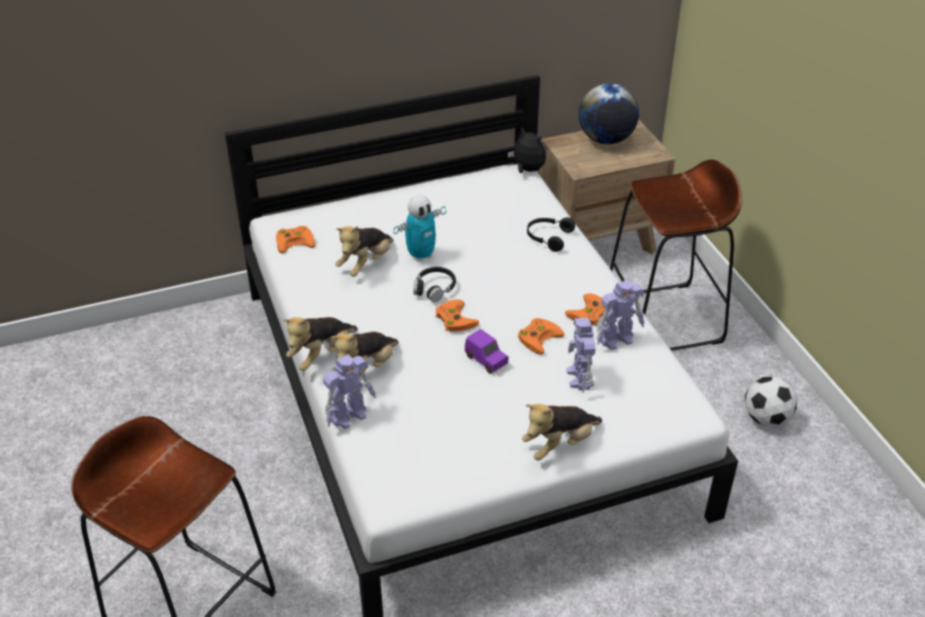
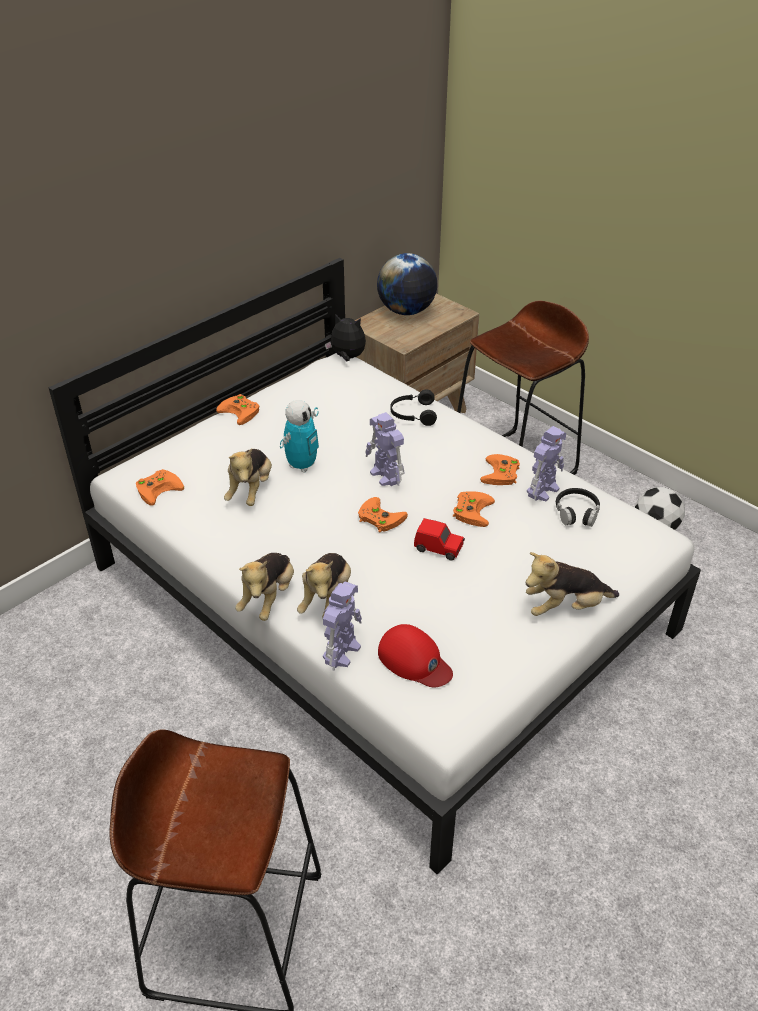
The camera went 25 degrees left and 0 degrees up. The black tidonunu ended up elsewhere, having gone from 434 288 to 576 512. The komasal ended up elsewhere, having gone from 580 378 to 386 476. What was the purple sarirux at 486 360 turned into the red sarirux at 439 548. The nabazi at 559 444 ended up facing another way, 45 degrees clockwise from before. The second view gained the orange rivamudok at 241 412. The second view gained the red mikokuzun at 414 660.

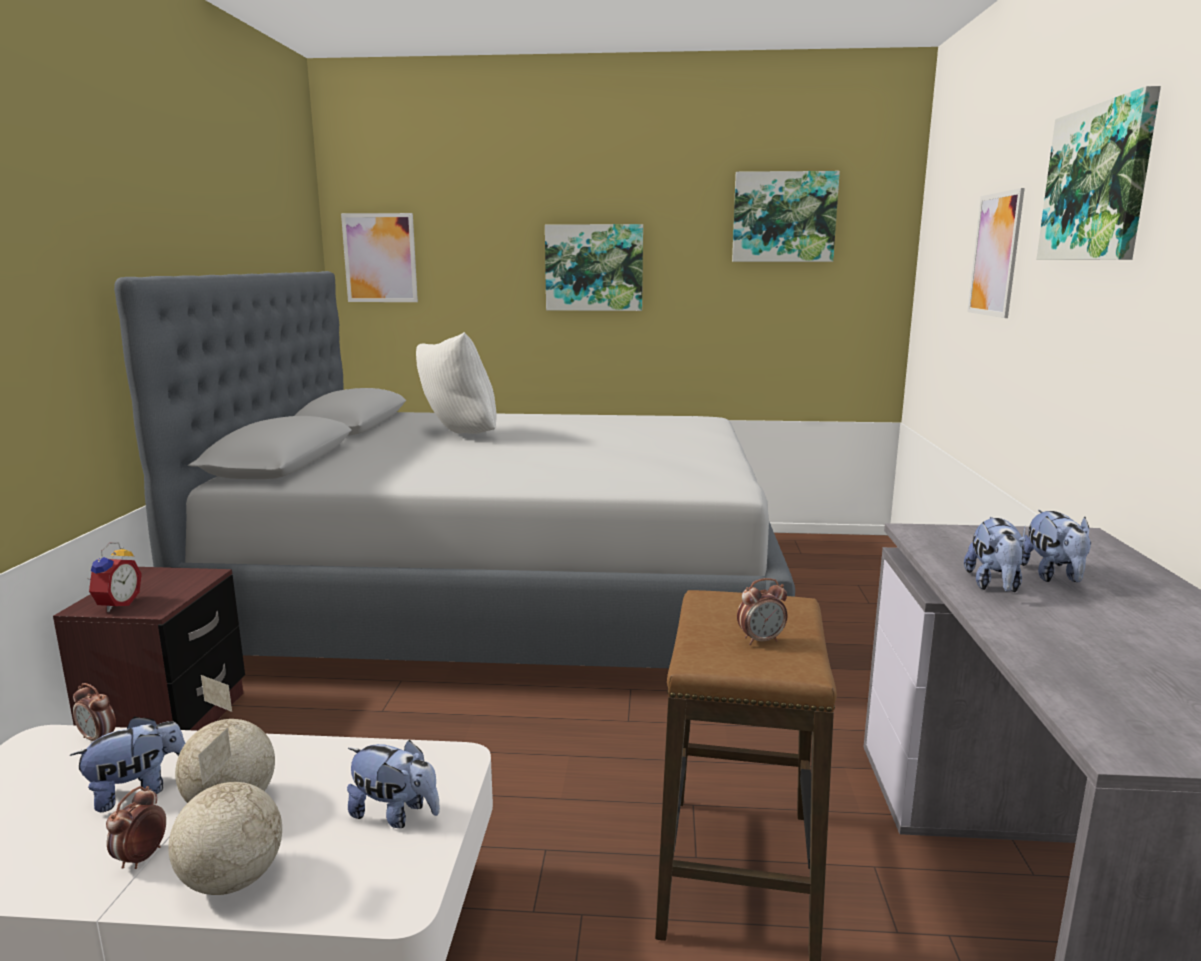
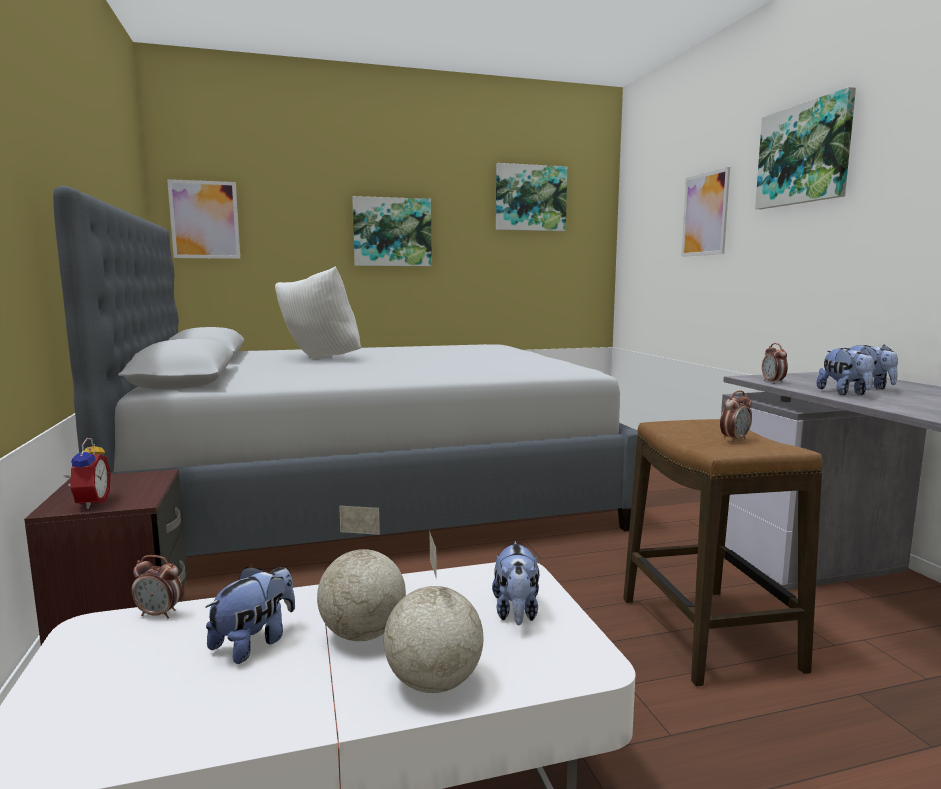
The camera went 20 degrees left and 5 degrees down. The nabazi at 395 814 ended up facing another way, 90 degrees clockwise from before. The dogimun ended up elsewhere, having gone from 141 858 to 773 382.

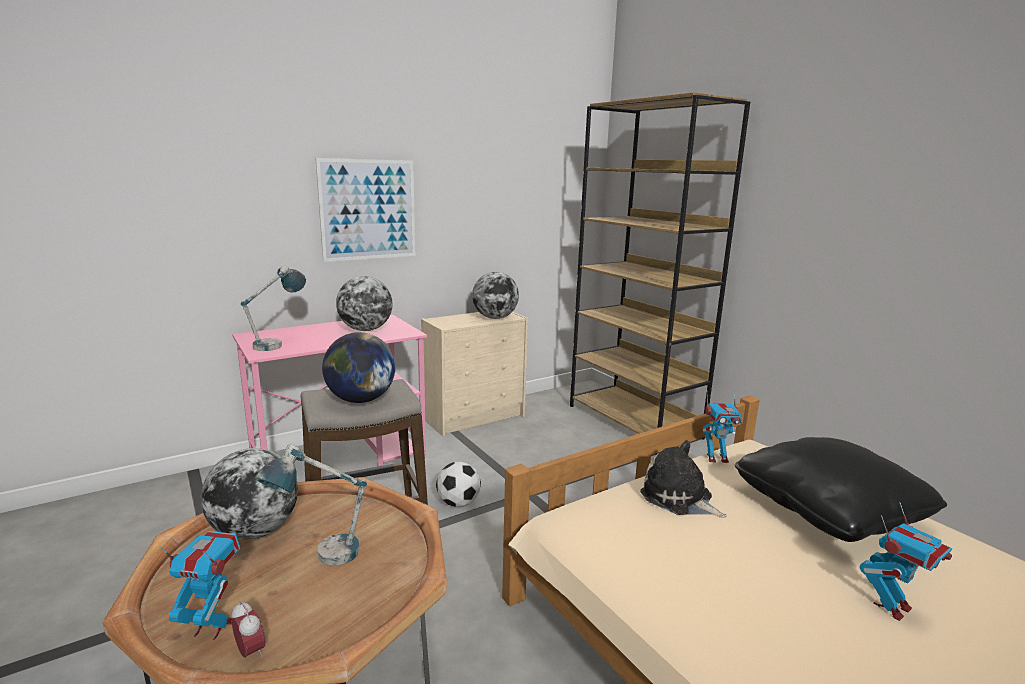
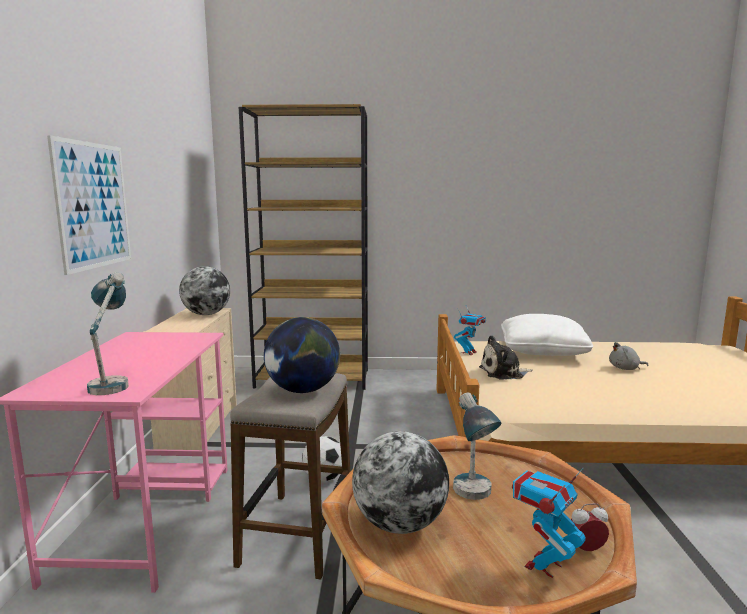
The camera went 55 degrees left and 5 degrees down. The second view lost the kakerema at 366 330. What was the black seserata at 828 509 turned into the white seserata at 542 351. Where the komasal stood at 892 607, the grey nabazi came to stand at 625 369.

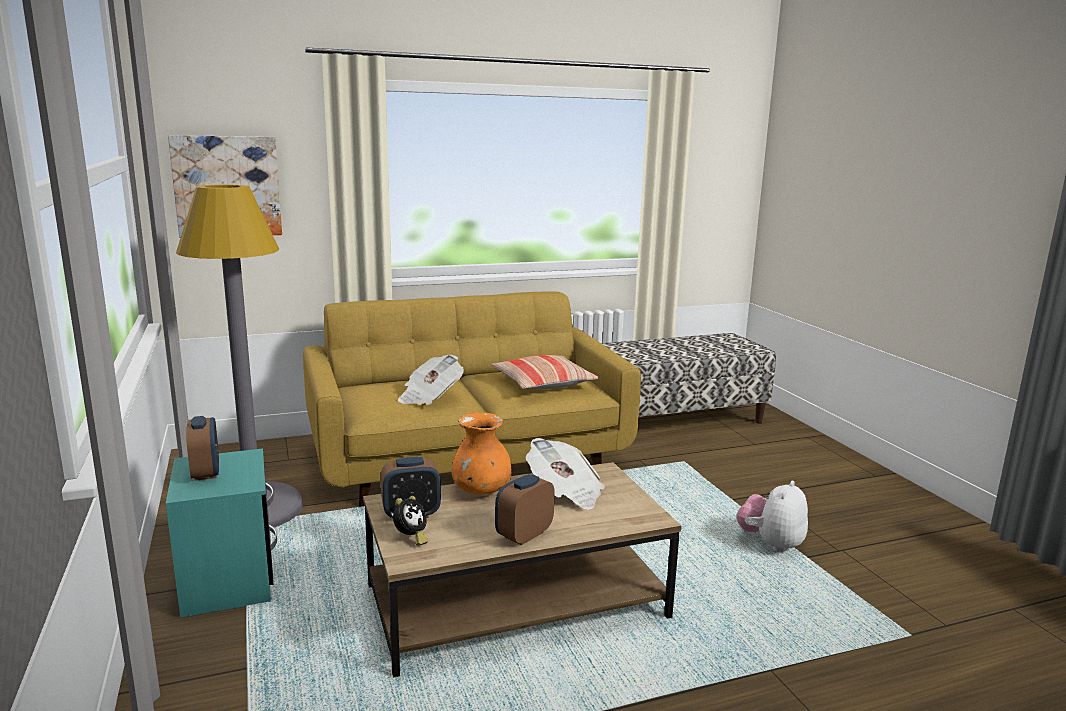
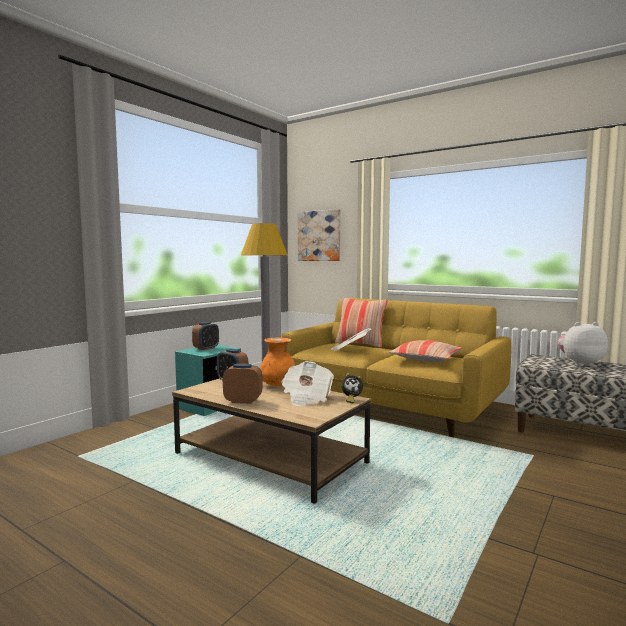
The camera went 55 degrees right and 10 degrees down. The nabazi ended up elsewhere, having gone from 771 544 to 580 364. The dogimun ended up elsewhere, having gone from 410 538 to 351 400. The second view gained the seserata at 360 344.

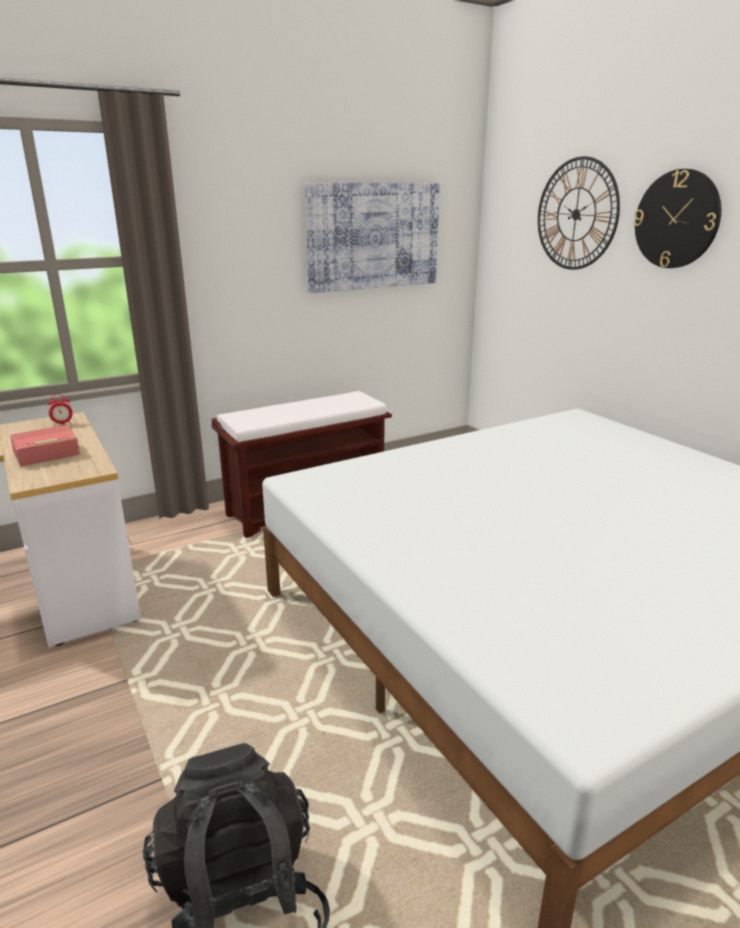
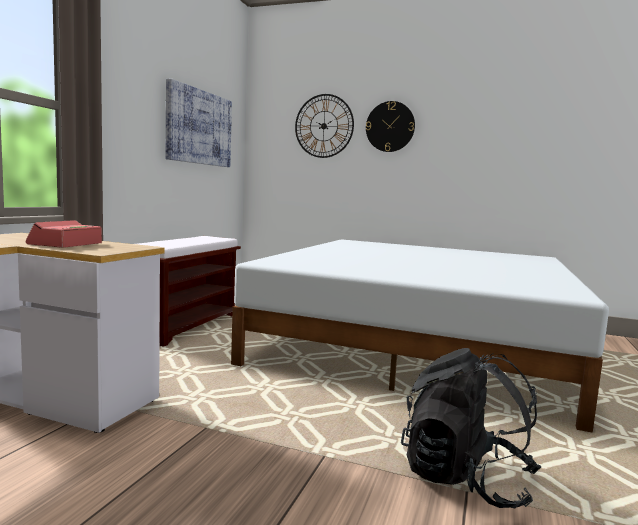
The camera went 40 degrees left and 15 degrees down. The second view lost the dogimun at 63 424.

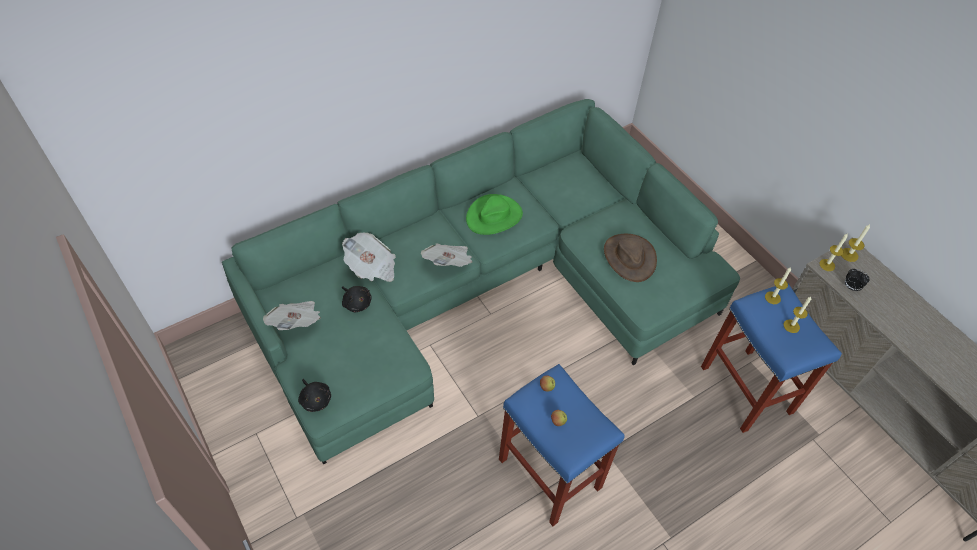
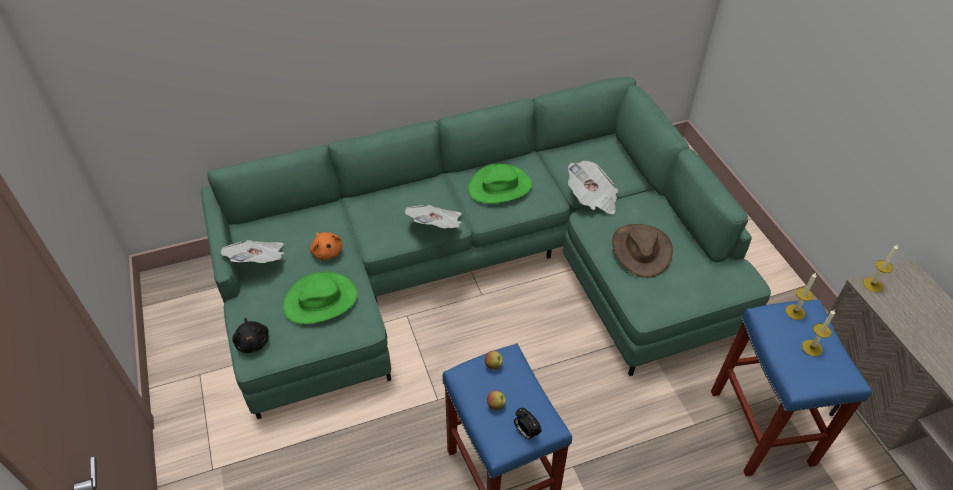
The camera went 15 degrees right and 5 degrees down. The second view lost the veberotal at 849 254. The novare ended up elsewhere, having gone from 372 267 to 592 198. The dogimun ended up elsewhere, having gone from 850 287 to 526 432. What was the black nabazi at 356 303 turned into the orange nabazi at 327 251. The second view gained the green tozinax at 320 300.

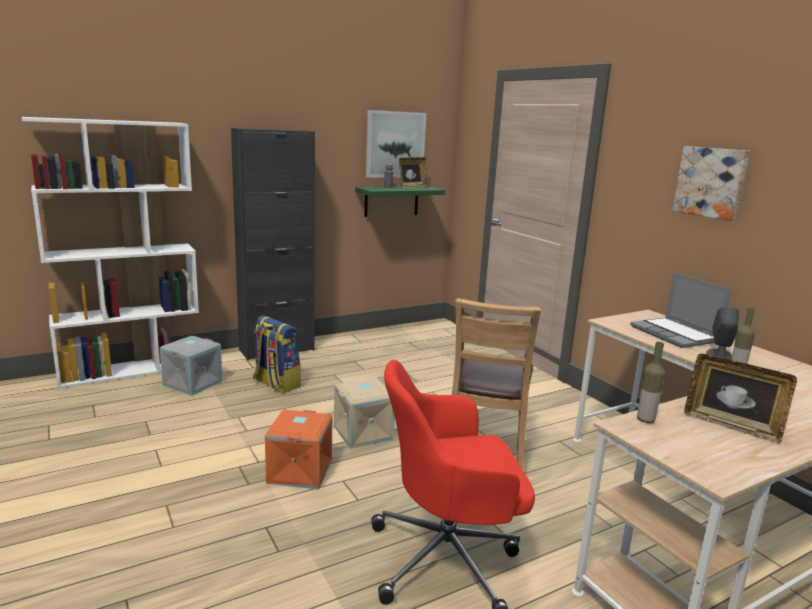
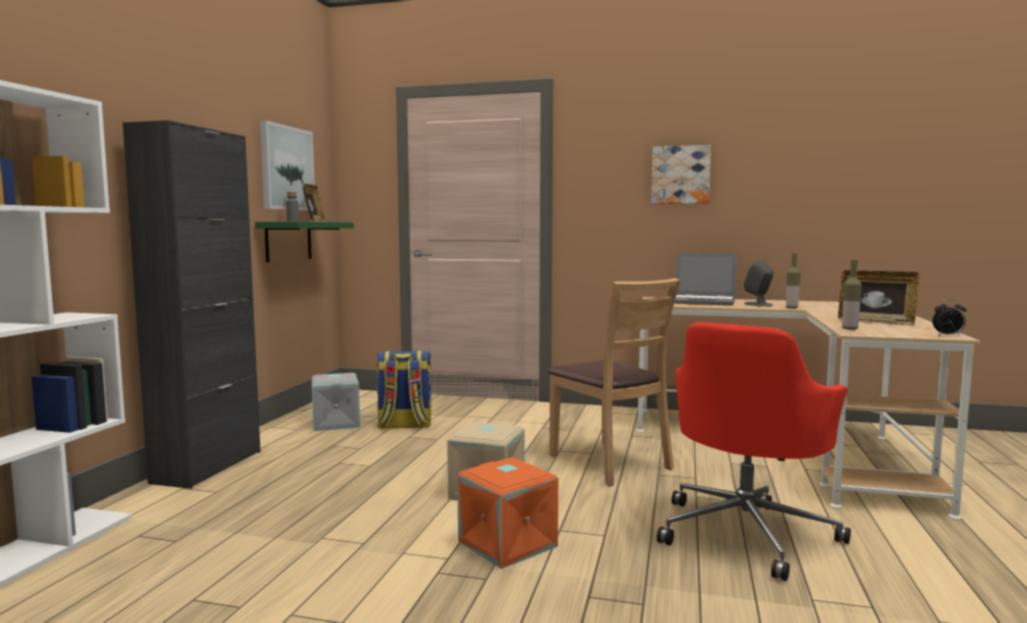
The camera went 45 degrees left and 10 degrees down. The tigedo ended up elsewhere, having gone from 276 384 to 404 425. The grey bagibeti ended up elsewhere, having gone from 192 383 to 335 423. The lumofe at 731 426 ended up facing another way, 45 degrees clockwise from before. The second view gained the dogimun at 948 335.

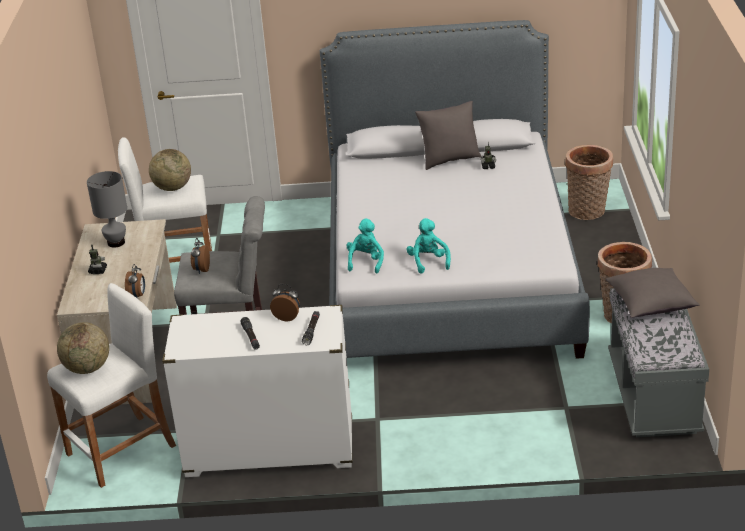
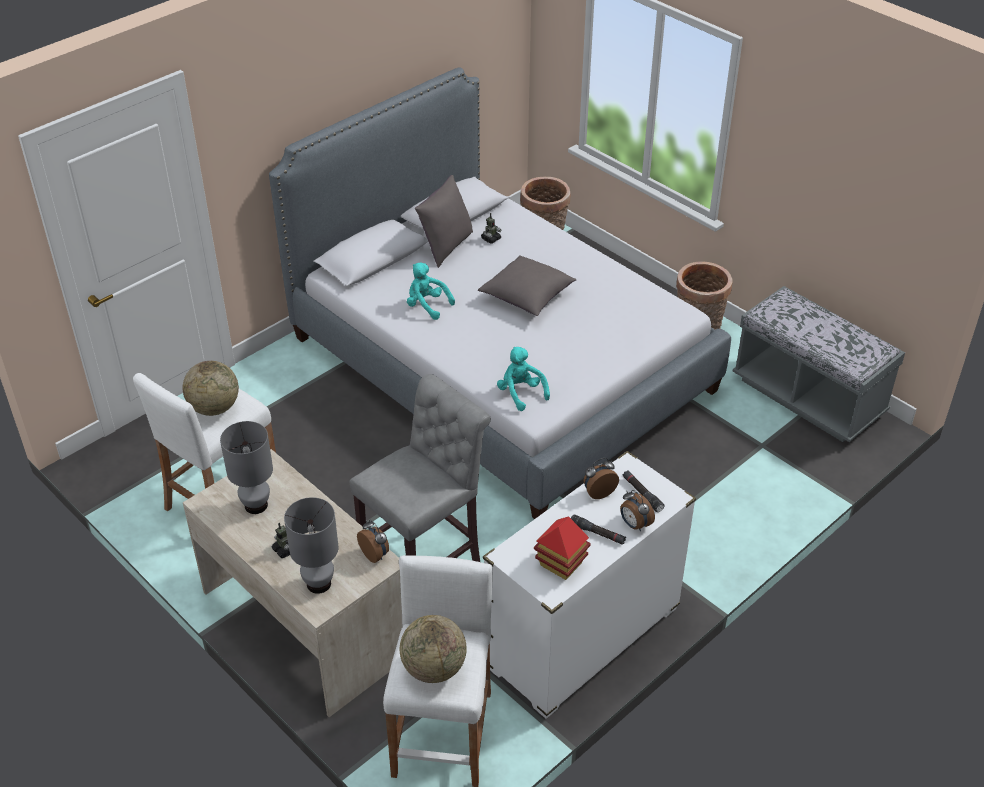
The camera went 45 degrees left and 10 degrees up. The turquoise nabazi ended up elsewhere, having gone from 428 262 to 427 306. The dogimun ended up elsewhere, having gone from 201 270 to 634 524. The grey seserata ended up elsewhere, having gone from 651 305 to 527 297. The second view gained the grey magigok at 319 584. The second view gained the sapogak at 561 564.

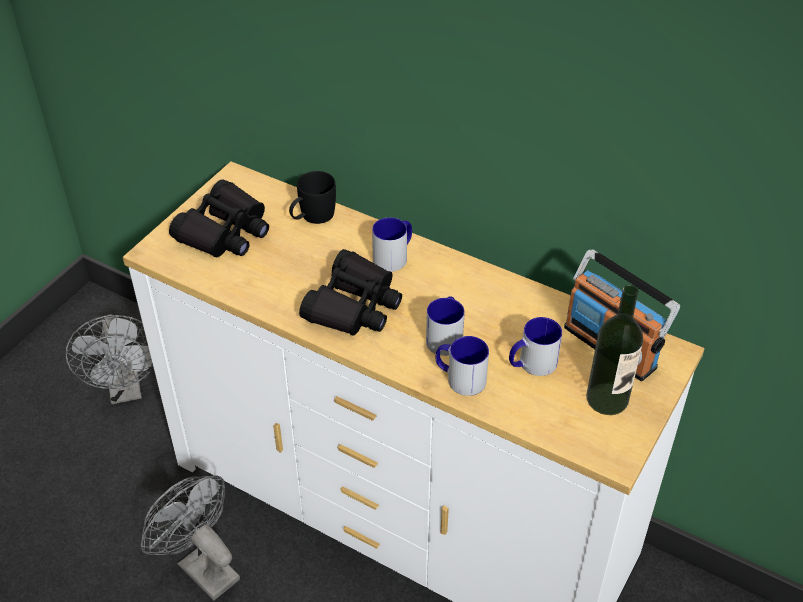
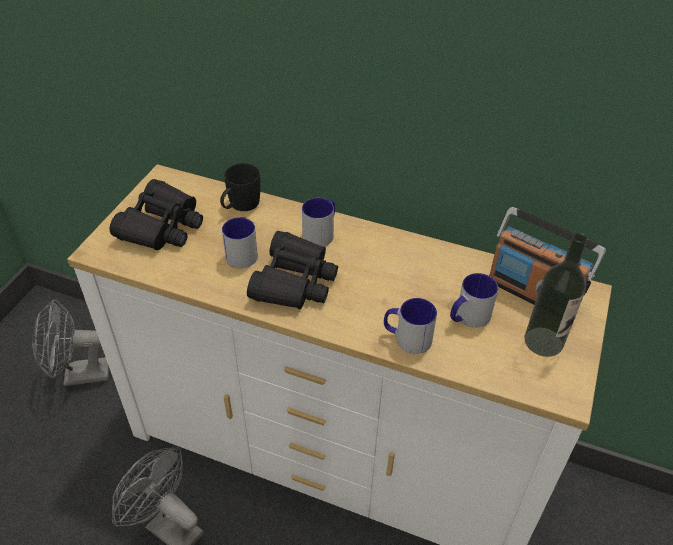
The camera went 10 degrees left and 0 degrees up. The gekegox ended up elsewhere, having gone from 445 336 to 242 252. The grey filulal at 126 390 ended up facing another way, 105 degrees clockwise from before.

